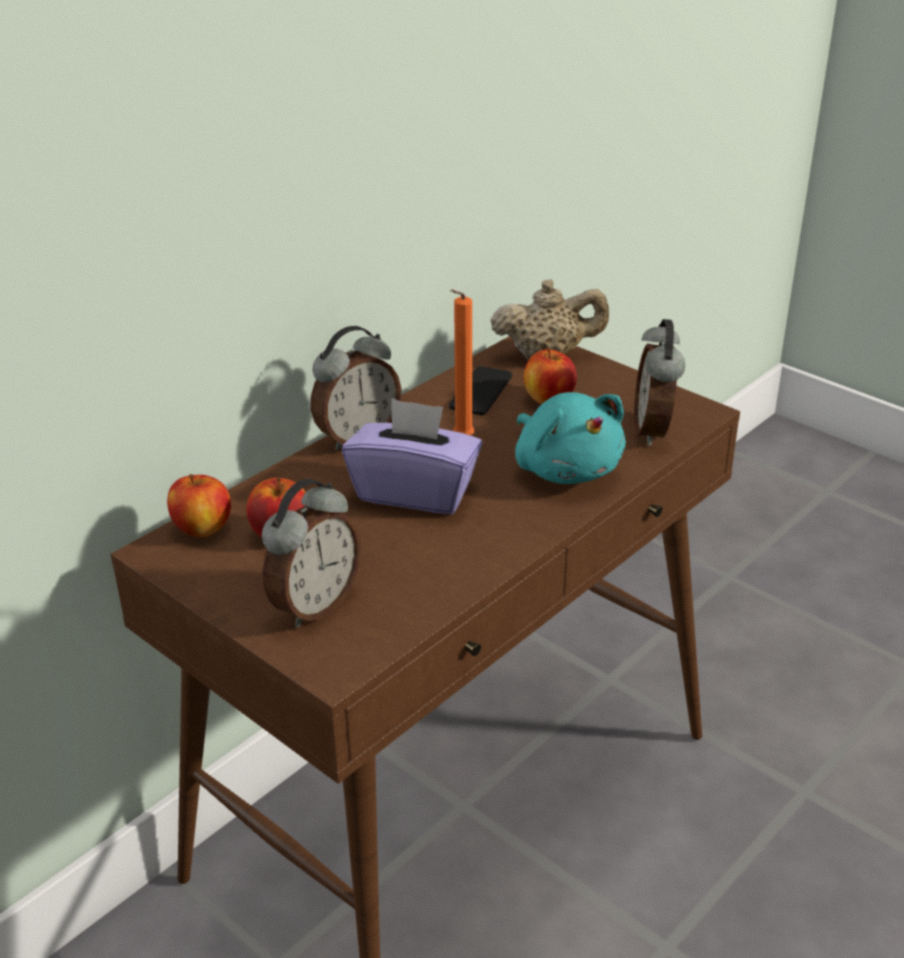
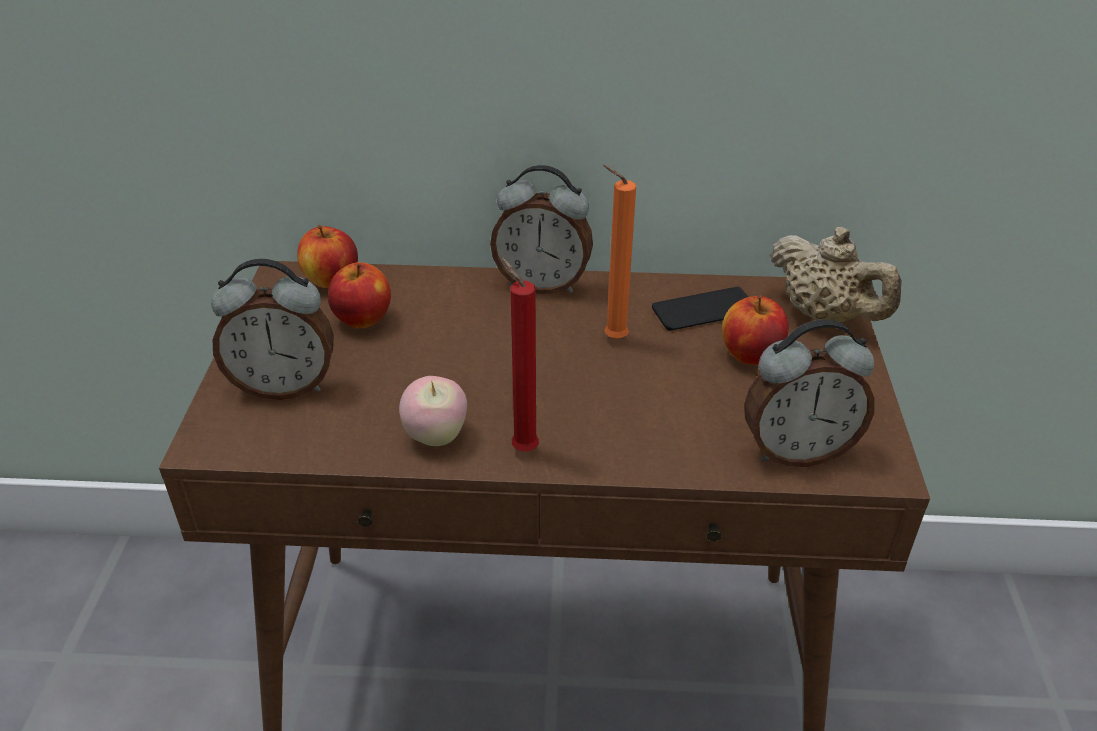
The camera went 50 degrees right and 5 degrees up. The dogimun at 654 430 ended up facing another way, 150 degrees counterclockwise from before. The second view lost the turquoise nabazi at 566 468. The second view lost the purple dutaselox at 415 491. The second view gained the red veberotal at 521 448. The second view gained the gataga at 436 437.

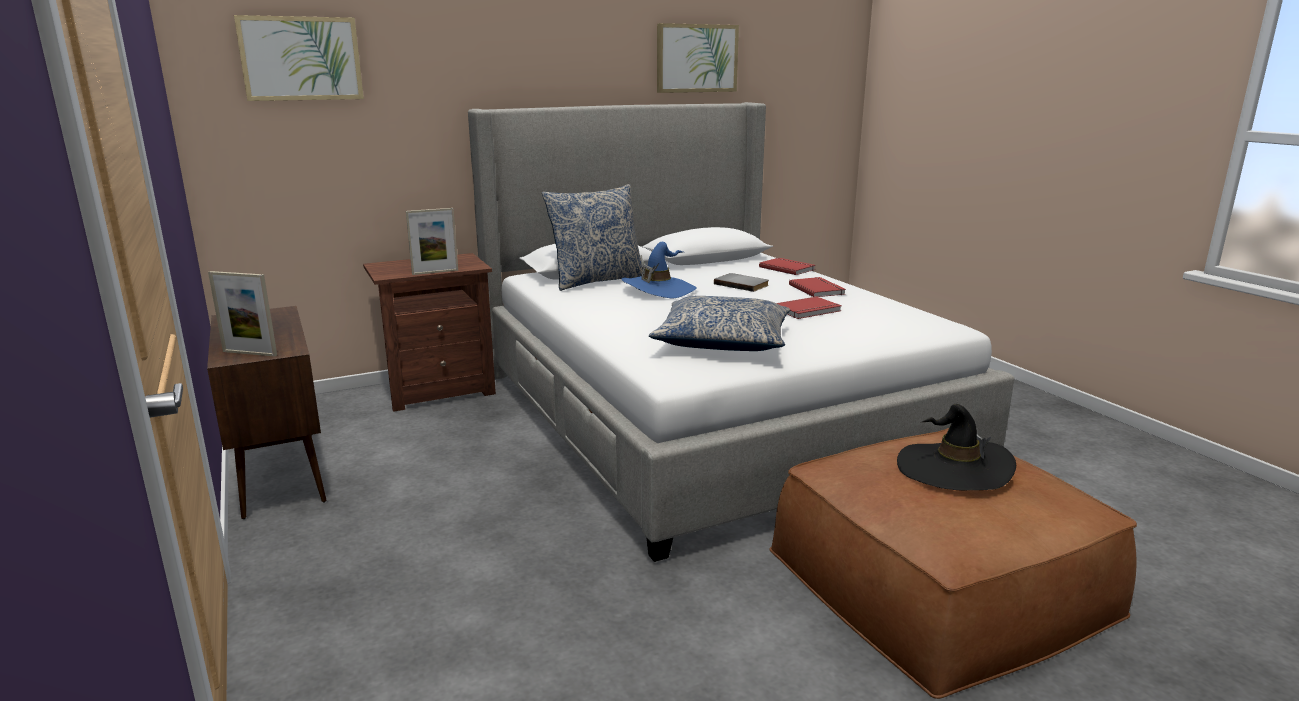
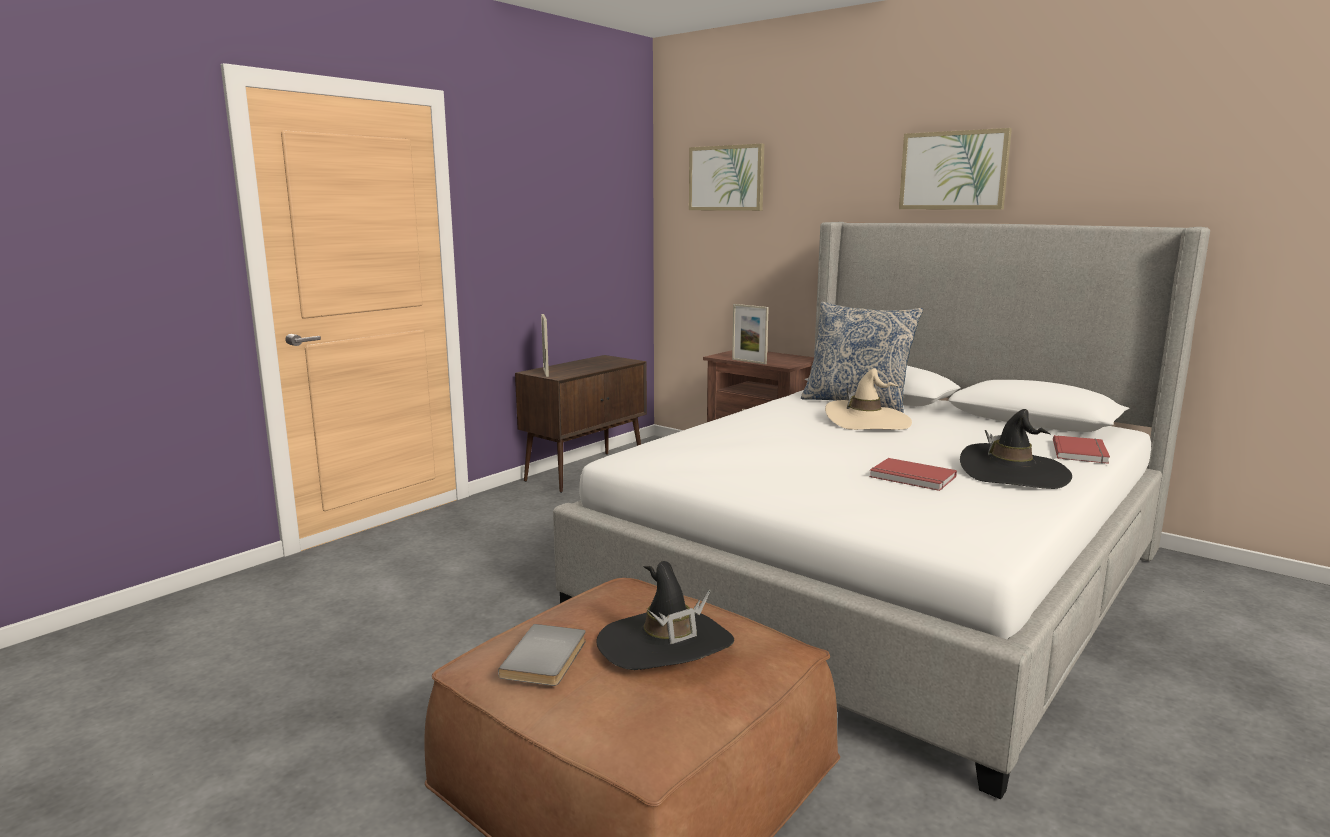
The camera went 65 degrees right and 5 degrees down. The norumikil ended up elsewhere, having gone from 696 58 to 953 170. What was the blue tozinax at 659 289 turned into the beige tozinax at 867 421. The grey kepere ended up elsewhere, having gone from 742 284 to 547 658. Where the red kepere stood at 818 289, the black tozinax came to stand at 1013 473. The second view lost the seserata at 722 341.

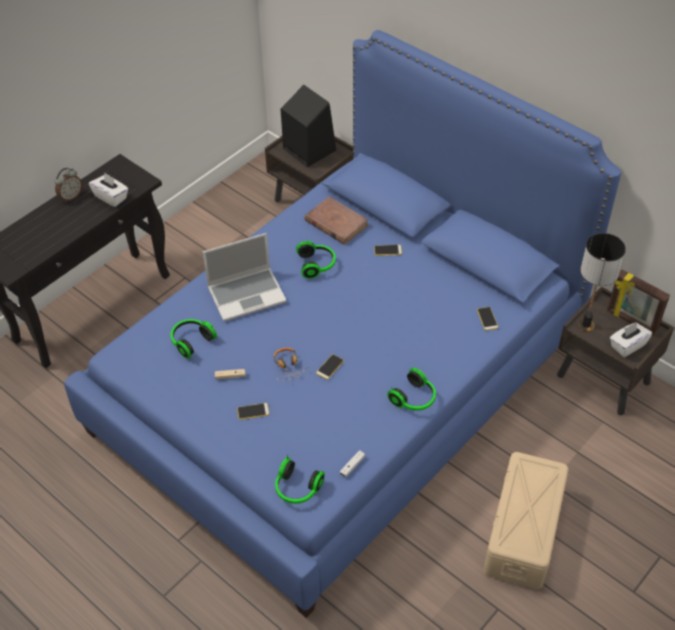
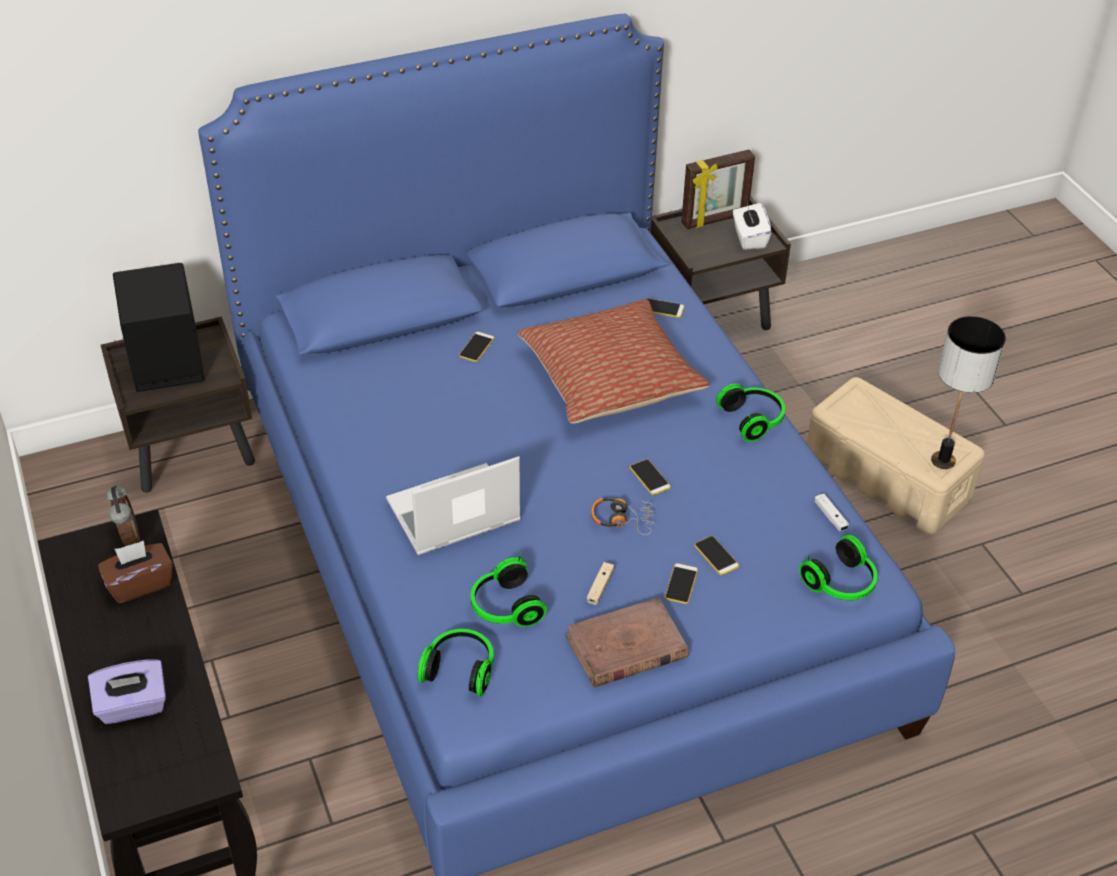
The camera went 65 degrees left and 5 degrees down. The dogimun ended up elsewhere, having gone from 71 197 to 128 538. What was the white dutaselox at 111 197 turned into the brown dutaselox at 140 584. The brown kepere ended up elsewhere, having gone from 336 223 to 626 647. The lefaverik at 247 294 ended up facing another way, 120 degrees counterclockwise from before. The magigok ended up elsewhere, having gone from 585 325 to 943 461. The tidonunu ended up elsewhere, having gone from 317 265 to 460 669. The second view gained the seserata at 610 378. The second view gained the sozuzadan at 716 556. The second view gained the purple dutaselox at 132 706.

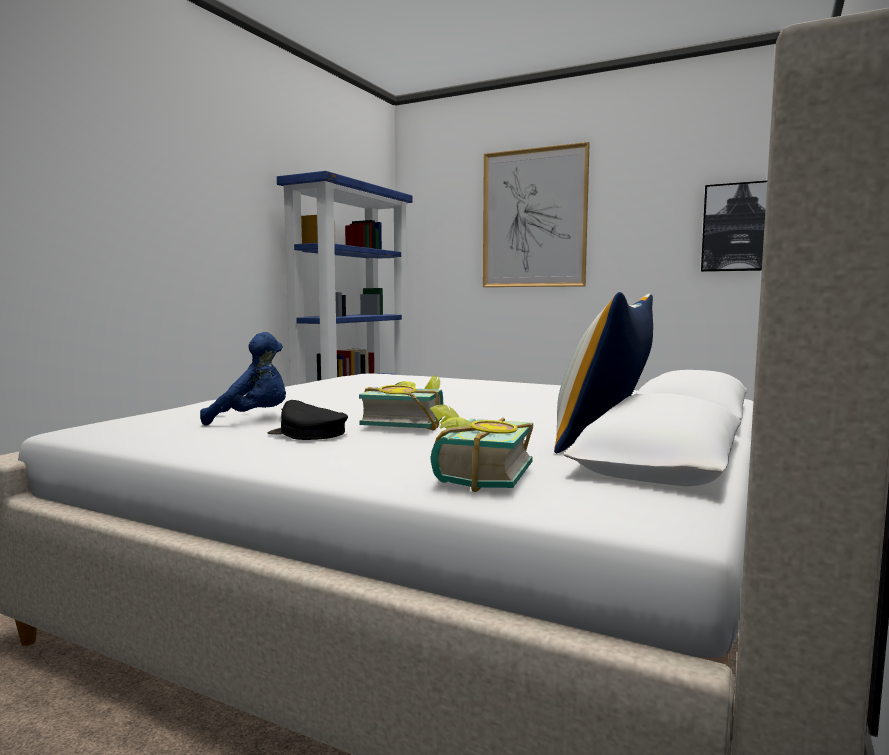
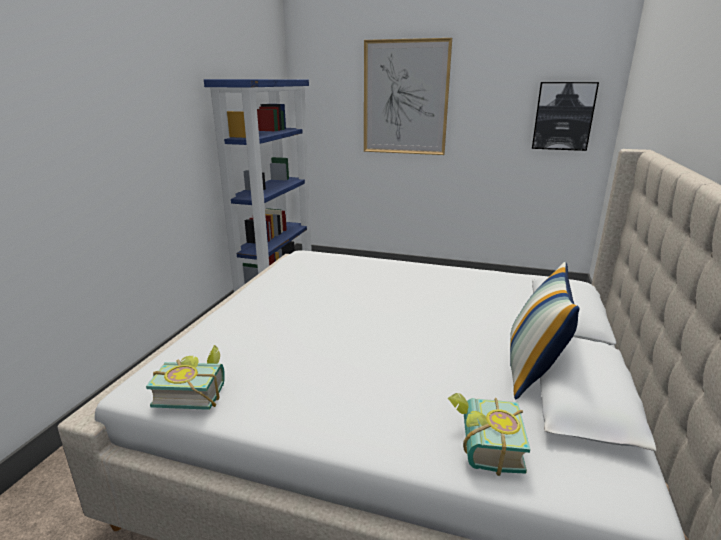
The camera went 10 degrees left and 15 degrees up. The second view lost the blue nabazi at 252 419. The kepere ended up elsewhere, having gone from 405 424 to 193 392. The second view lost the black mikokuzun at 307 434.

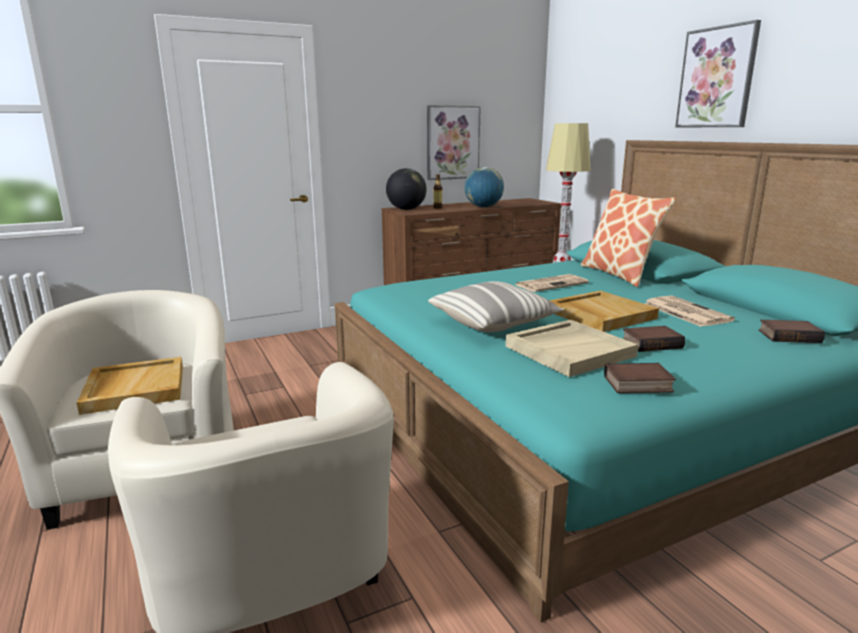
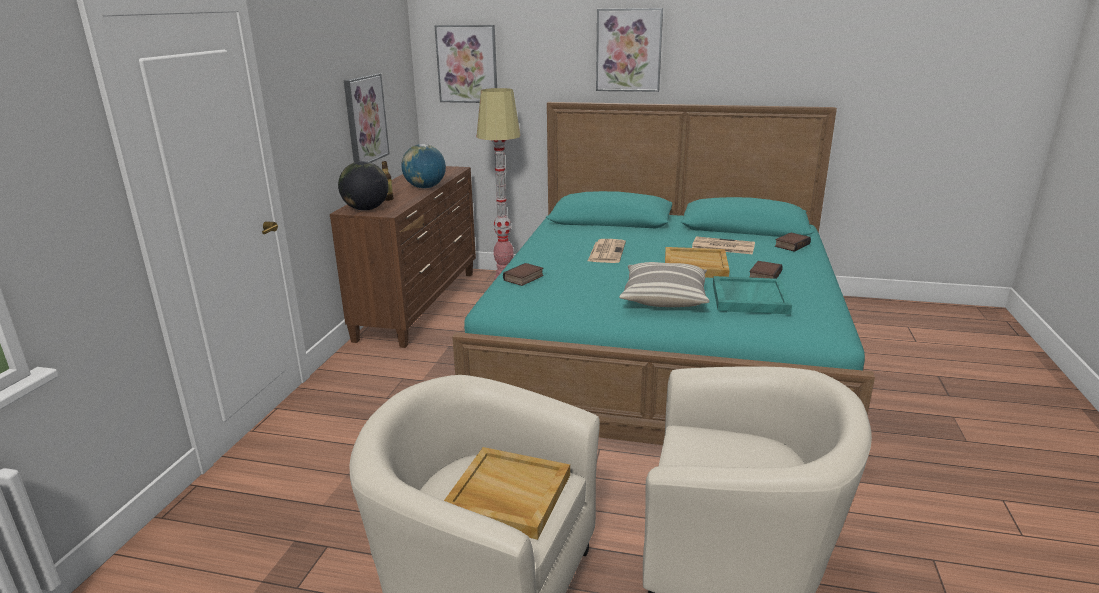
The camera went 50 degrees left and 5 degrees up. The second view lost the seserata at 620 274. What was the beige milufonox at 569 351 turned into the turquoise milufonox at 749 298. The kepere ended up elsewhere, having gone from 637 385 to 524 278. The second view gained the norumikil at 467 64.

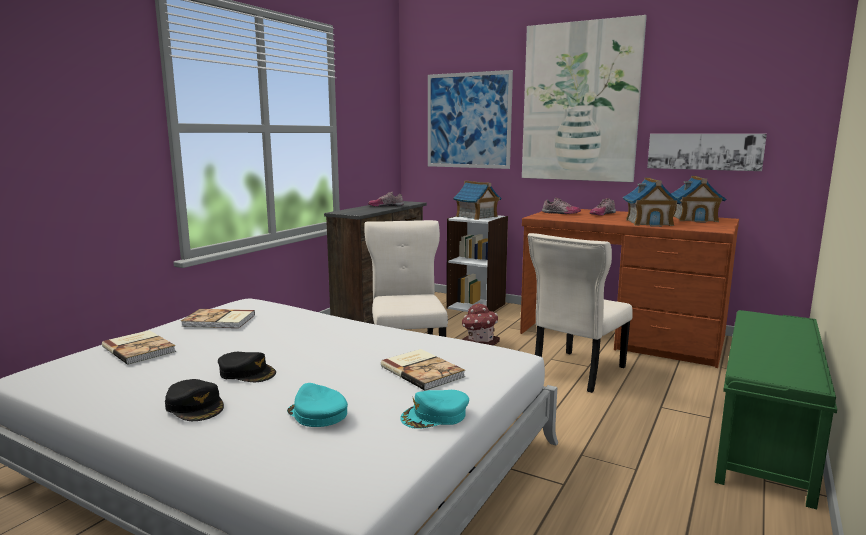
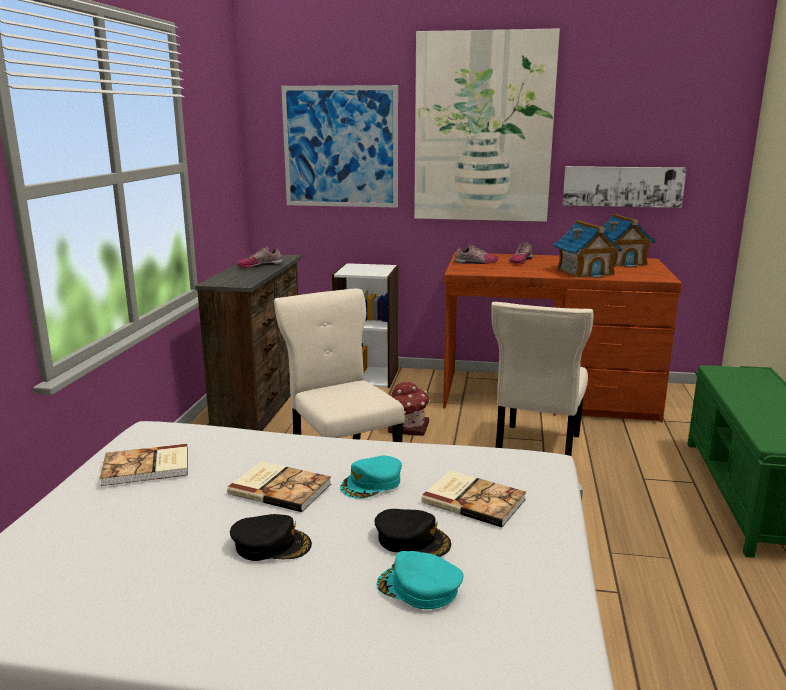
The camera went 20 degrees left and 5 degrees up. The second view lost the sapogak at 476 216. The kepere ended up elsewhere, having gone from 140 349 to 280 488. The black mikokuzun ended up elsewhere, having gone from 195 406 to 412 540. The turquoise mikokuzun ended up elsewhere, having gone from 435 416 to 372 483.

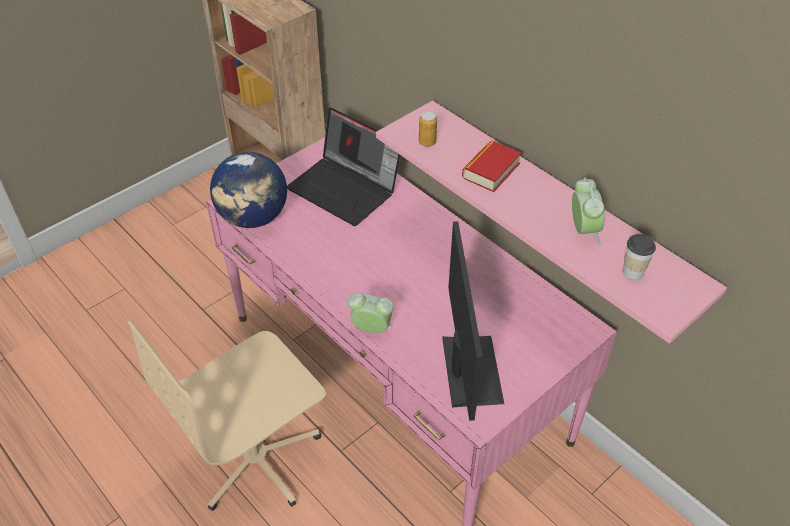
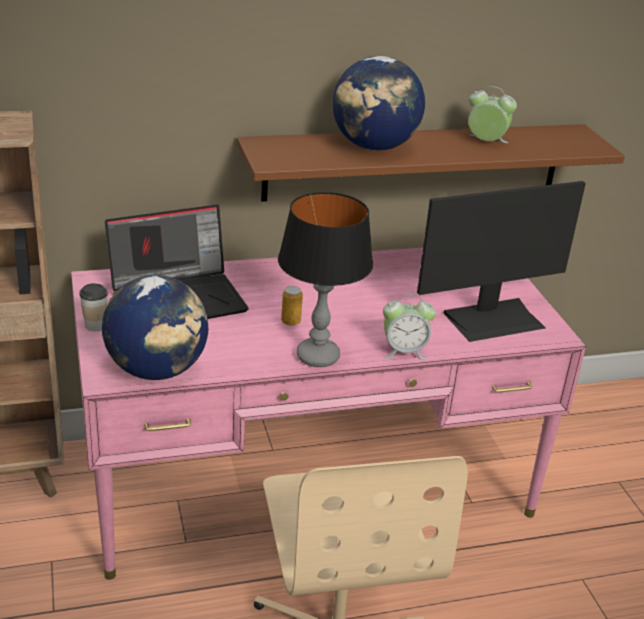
The camera went 65 degrees left and 15 degrees down. What was the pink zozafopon at 558 208 turned into the brown zozafopon at 415 161. The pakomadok ended up elsewhere, having gone from 427 142 to 291 321. Where the kepere stood at 491 170, the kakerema came to stand at 374 147. The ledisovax at 469 369 ended up facing another way, 135 degrees clockwise from before. The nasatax ended up elsewhere, having gone from 633 272 to 95 325. The dogimun at 371 329 ended up facing another way, 135 degrees counterclockwise from before. The second view gained the magigok at 317 356.

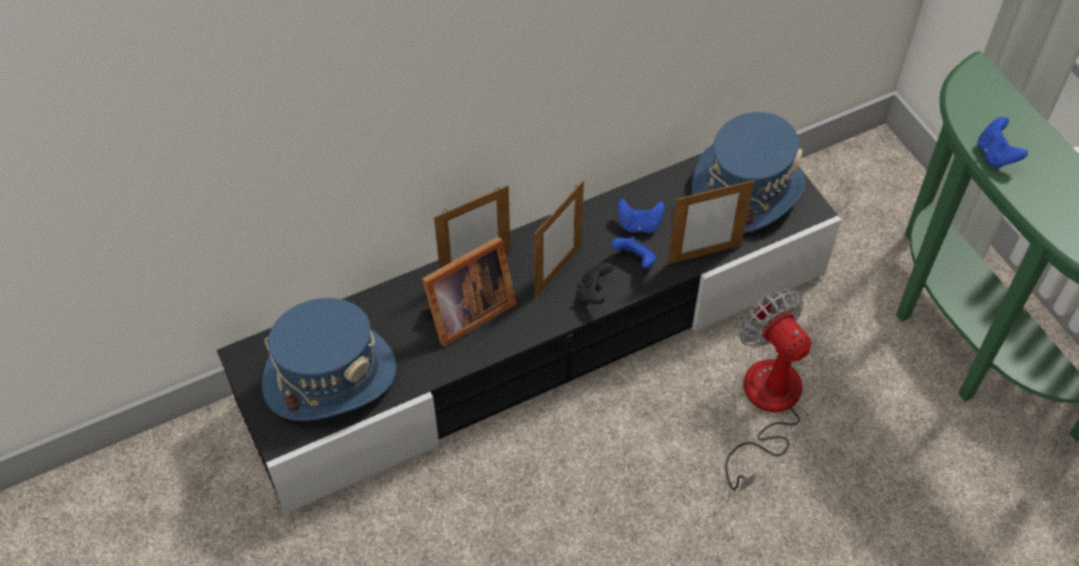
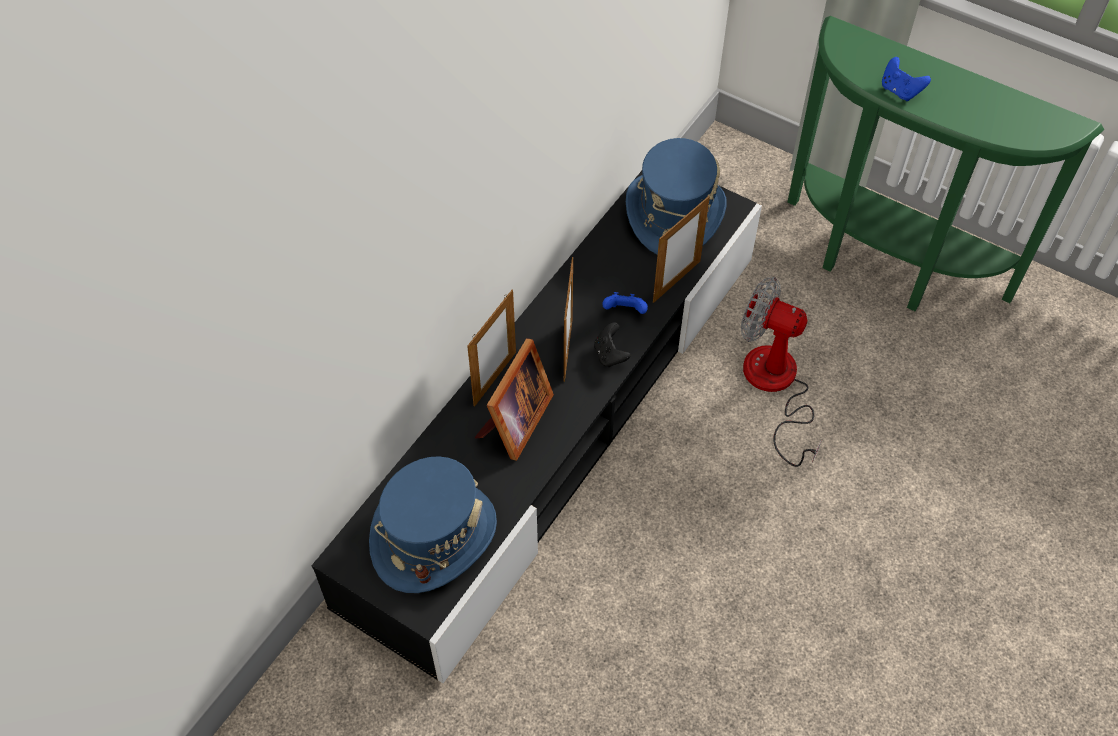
The camera went 30 degrees left and 0 degrees up. The second view lost the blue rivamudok at 639 224.

